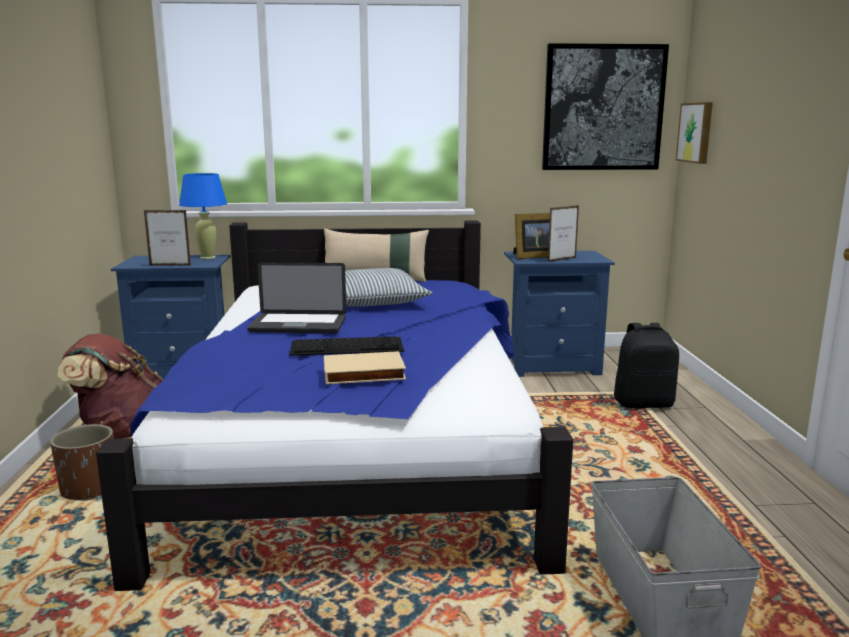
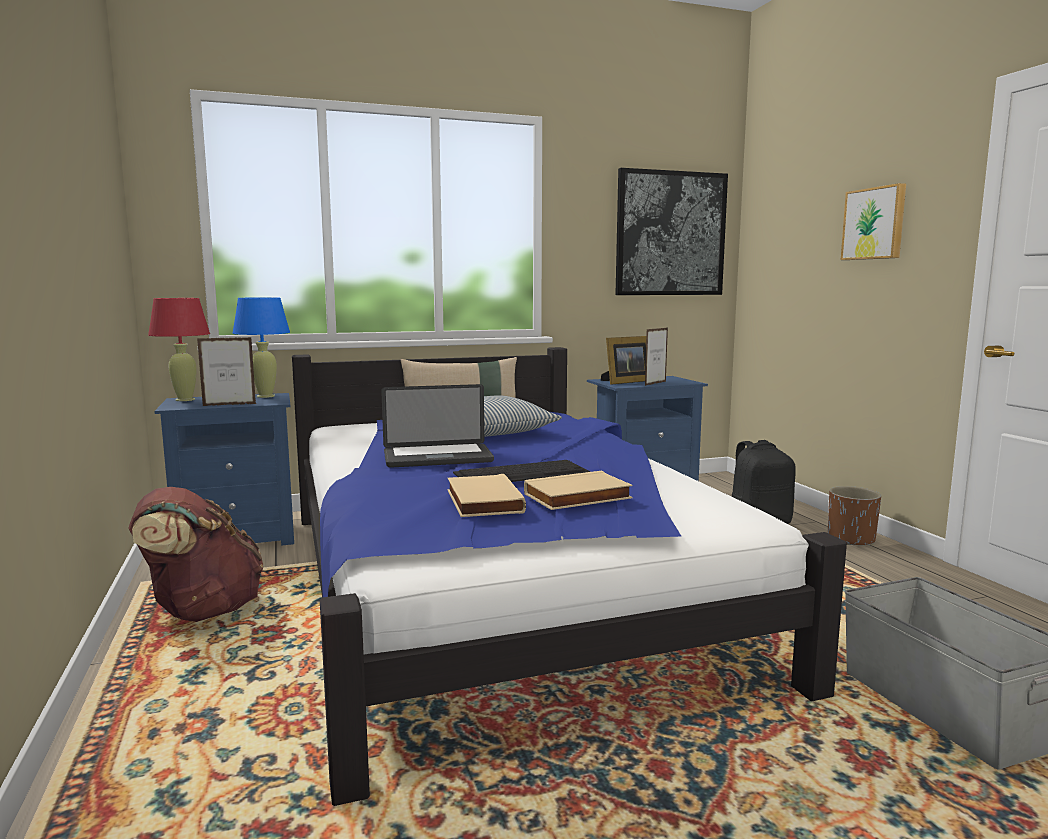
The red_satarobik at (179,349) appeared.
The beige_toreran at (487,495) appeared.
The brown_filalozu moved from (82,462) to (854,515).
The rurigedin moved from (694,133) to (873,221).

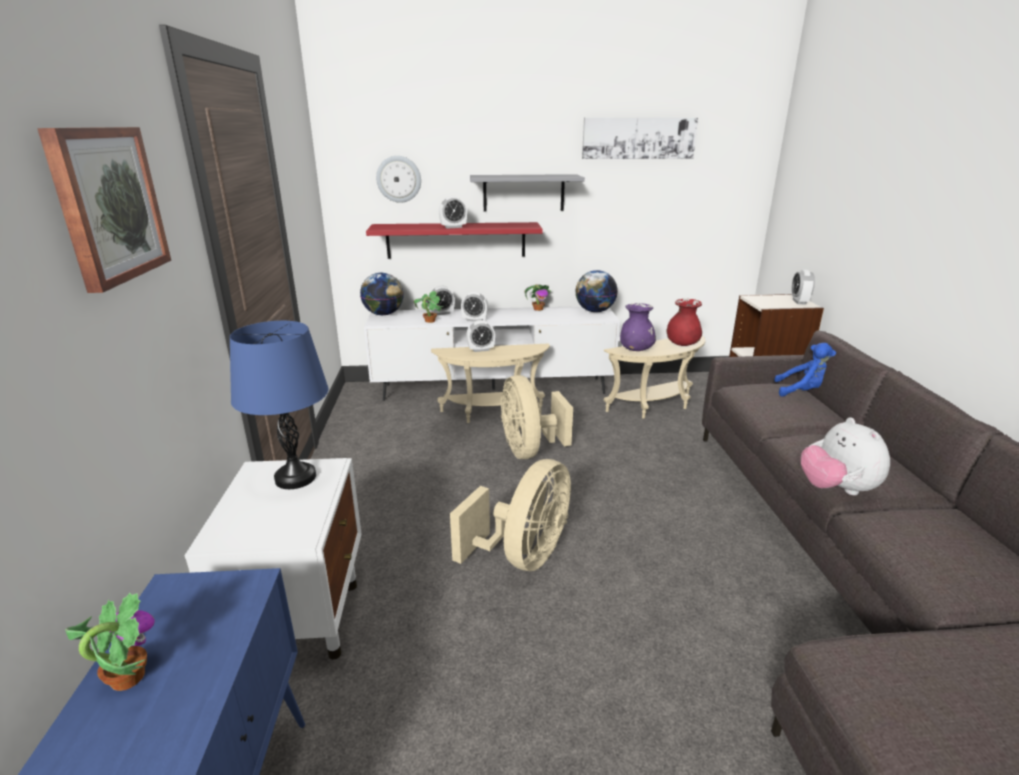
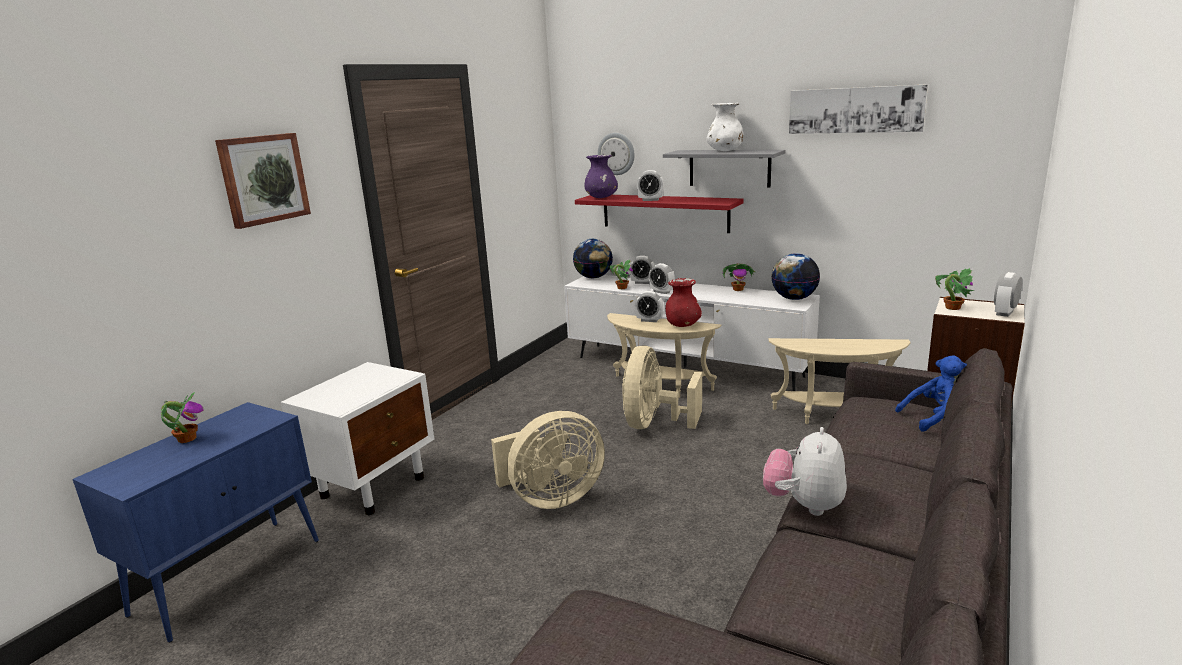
The blue_satarobik at (279,405) disappeared.
The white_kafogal at (724,127) appeared.
The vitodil at (955,289) appeared.
The purple_kafogal moved from (638,327) to (601,176).
The red_kafogal moved from (684,322) to (683,302).
The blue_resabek at (805,370) turned 60 degrees counterclockwise.

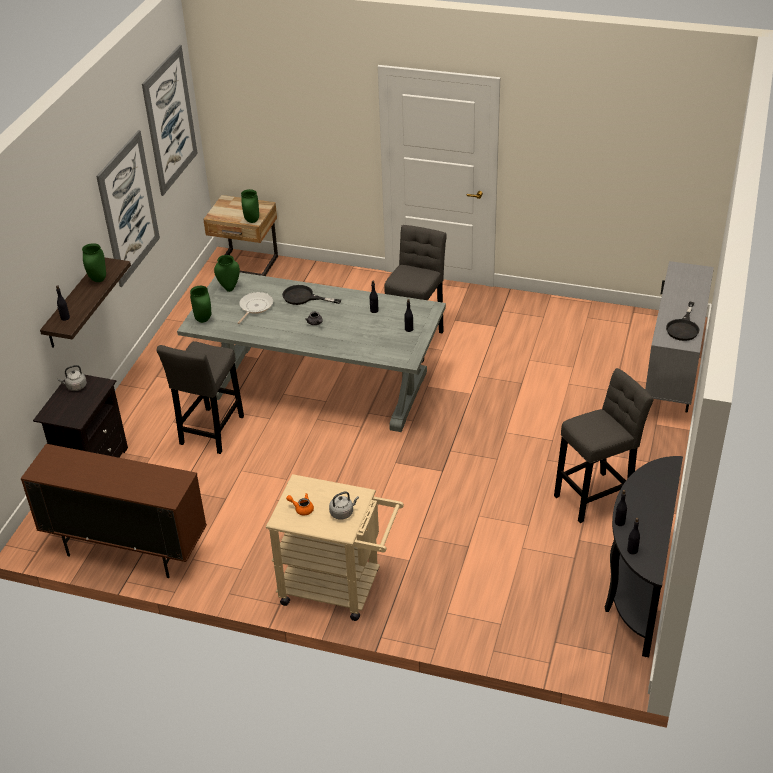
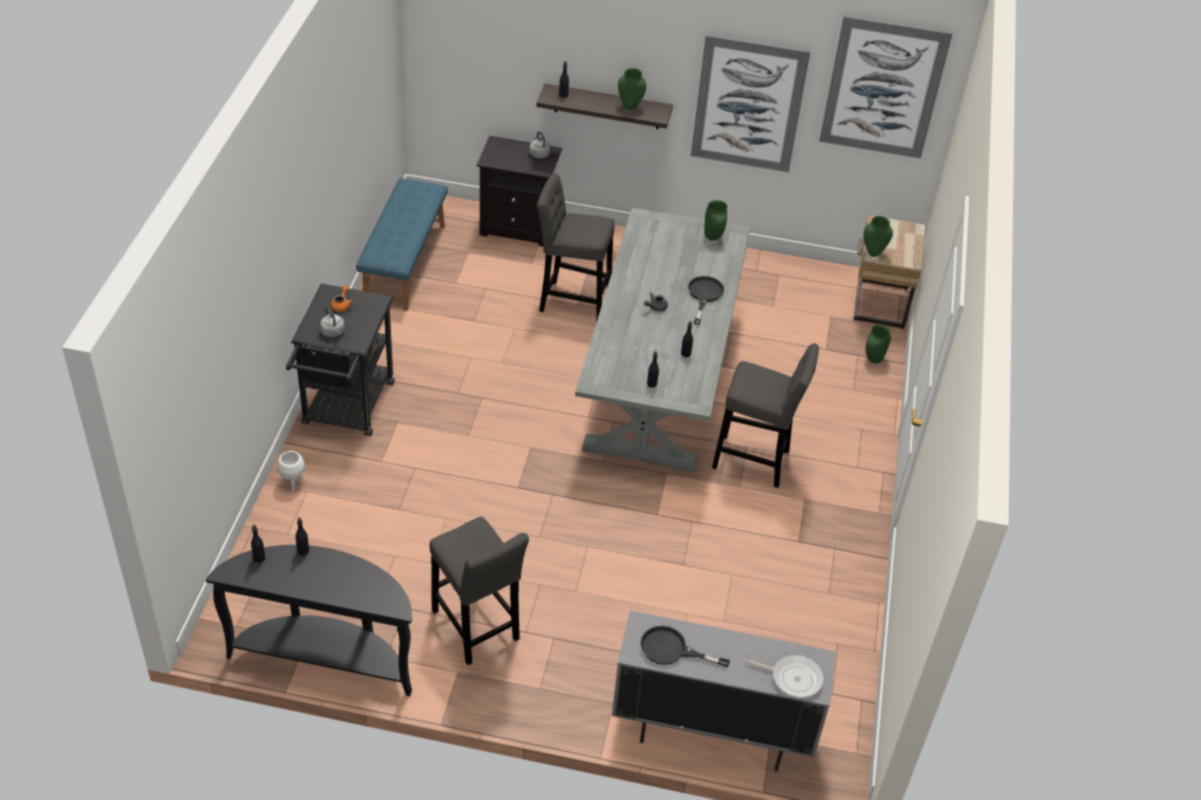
The white_filalozu at (291,471) appeared.
The green_kafogal moved from (200,304) to (878,344).
The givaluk moved from (255,308) to (785,676).
The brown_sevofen at (114,511) was replaced by the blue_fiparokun at (402,244).
The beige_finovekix at (335,547) became the black_finovekix at (340,360).

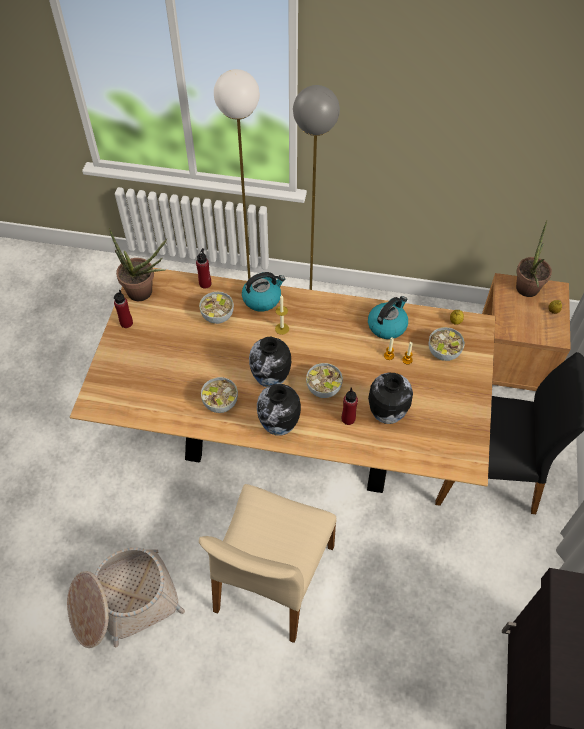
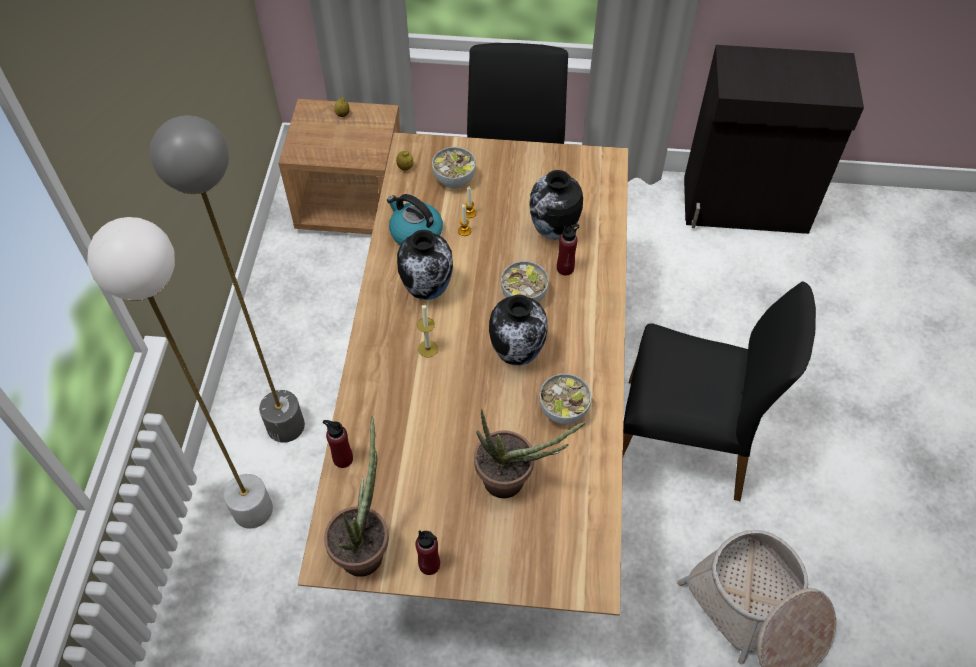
The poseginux at (216,308) disappeared.
The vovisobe at (263,291) disappeared.
The kafogal moved from (279,410) to (425,265).
The vitodil moved from (534,258) to (530,453).
The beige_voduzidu at (267,563) became the black_voduzidu at (719,391).

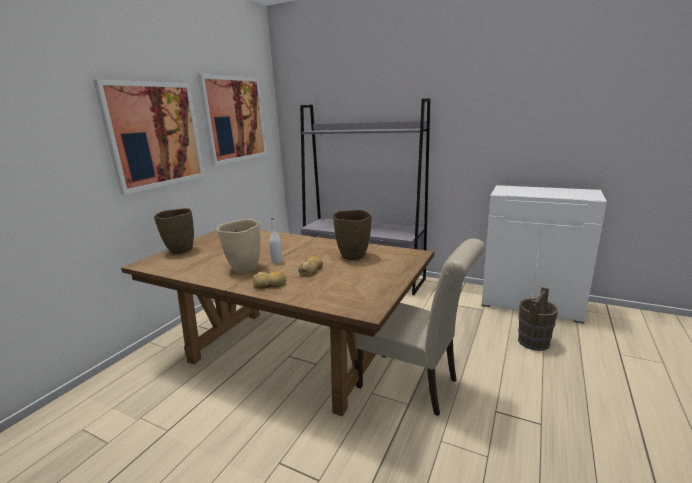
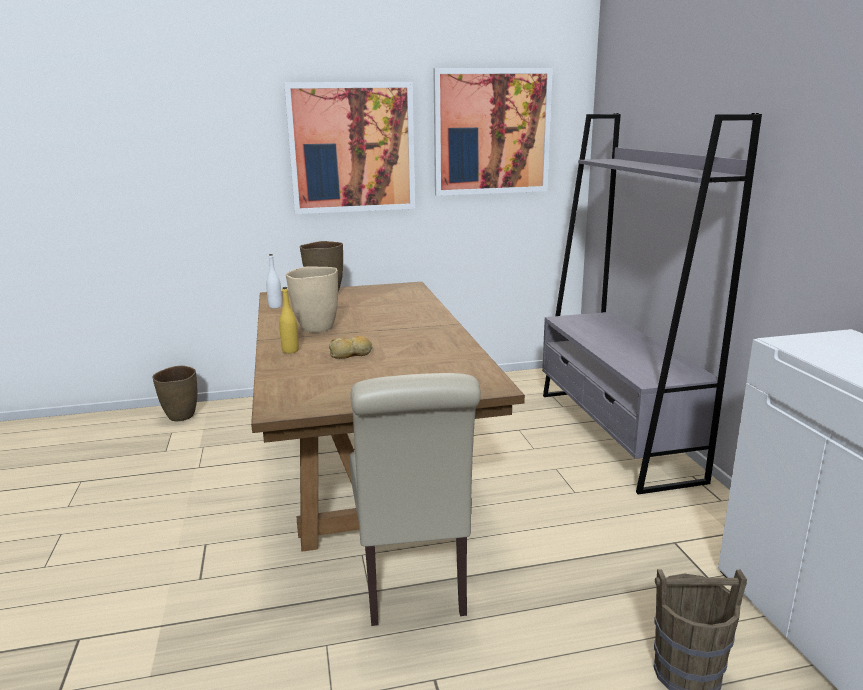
The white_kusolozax moved from (276,240) to (274,281).
The brown_kafogal moved from (352,235) to (174,393).
The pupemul at (270,280) was replaced by the yellow_kusolozax at (289,320).

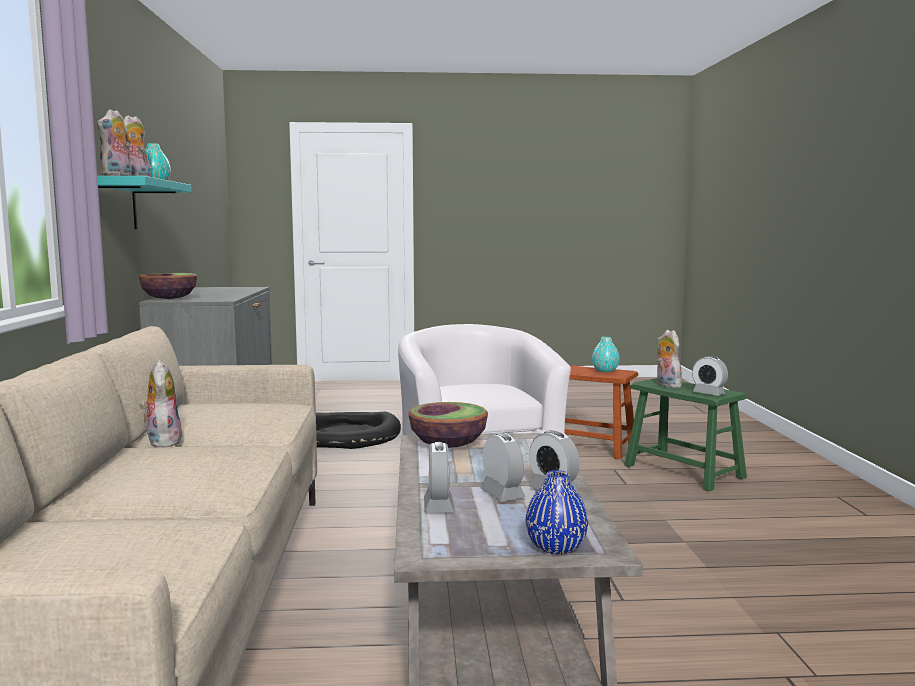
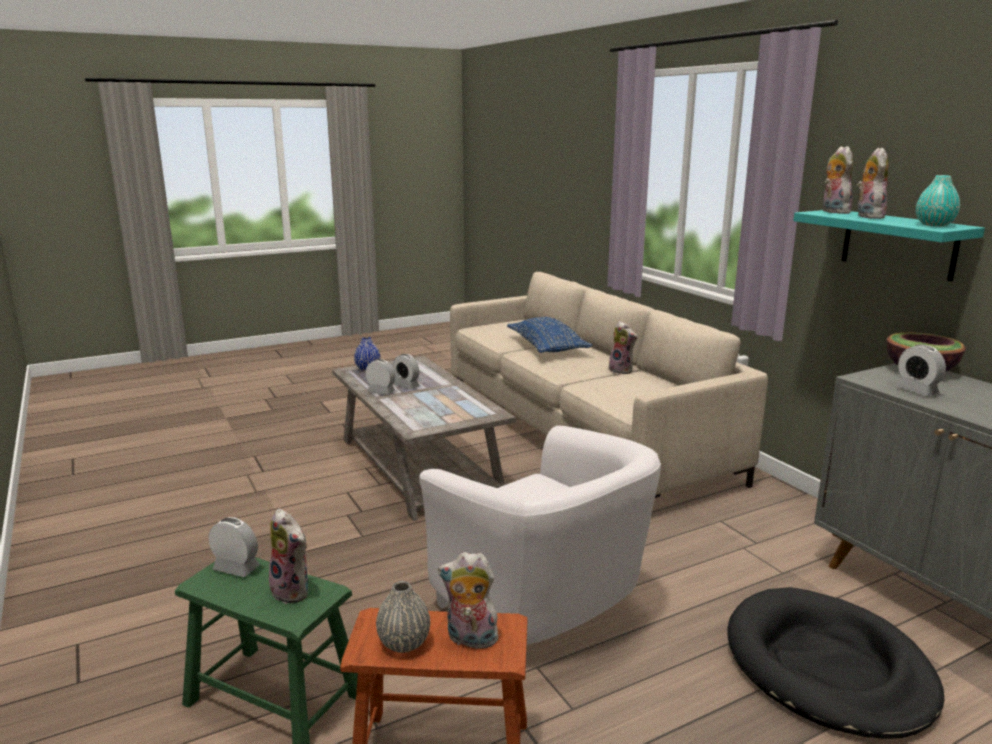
The poseginux at (448,425) disappeared.
The resabek at (468,600) appeared.
The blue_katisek at (549,335) appeared.
The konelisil moved from (439,477) to (921,370).
The turquoise_kafogal at (606,354) became the grey_kafogal at (403,617).

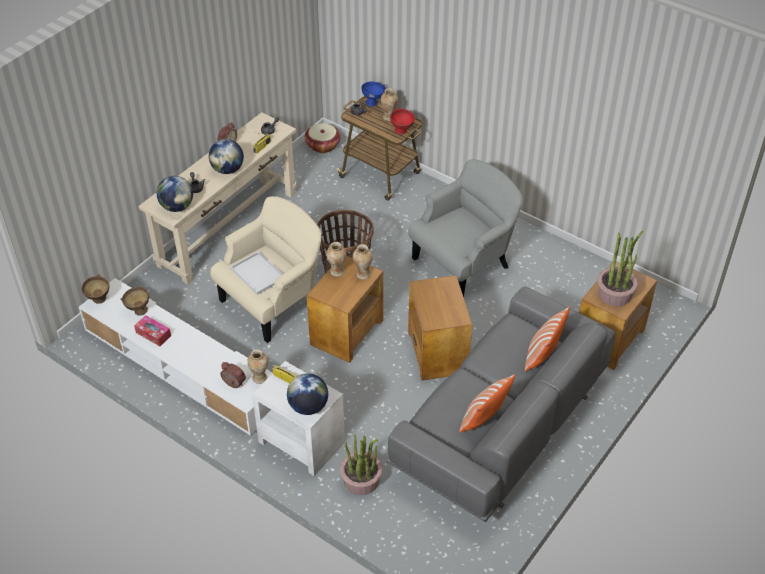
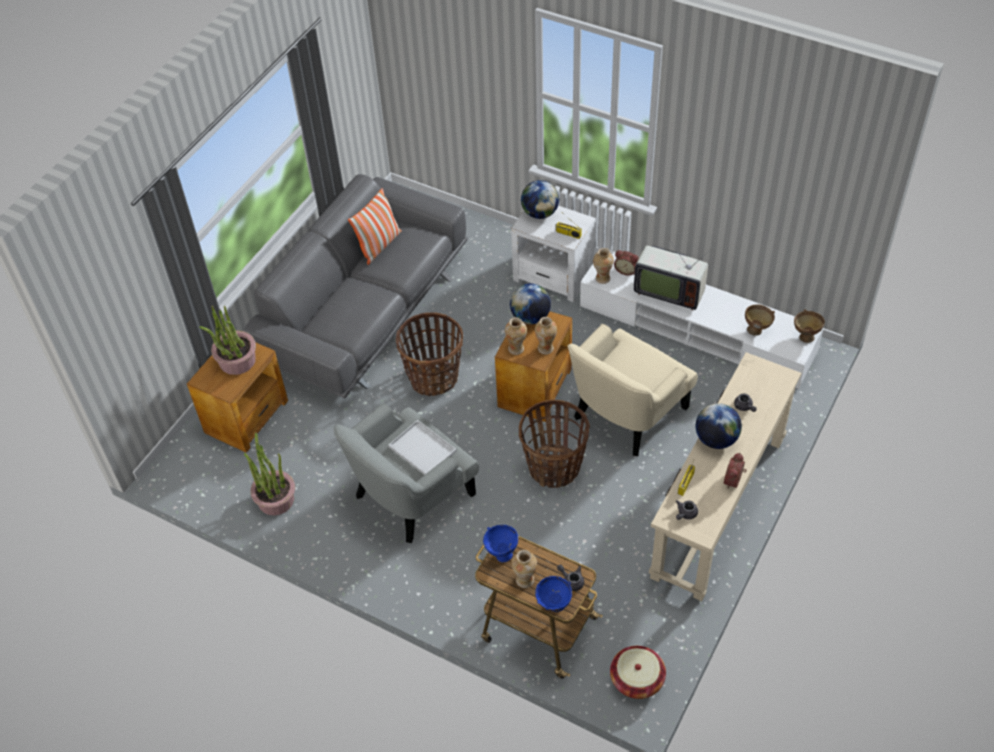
The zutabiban at (152,330) disappeared.
The katisek at (547,339) disappeared.
The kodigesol at (672,274) appeared.
The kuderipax moved from (175,194) to (530,304).
The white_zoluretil moved from (256,273) to (422,447).
The vitodil moved from (361,464) to (269,474).
The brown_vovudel at (440,328) was replaced by the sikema at (429,354).
The red_poseginux at (402,121) became the blue_poseginux at (500,543).

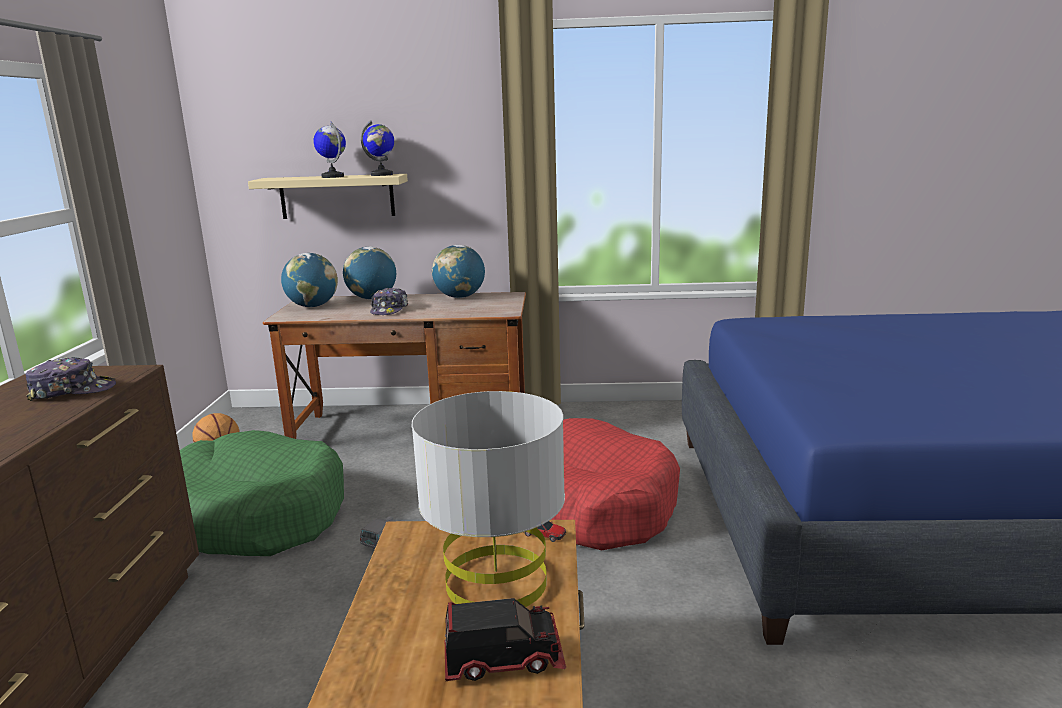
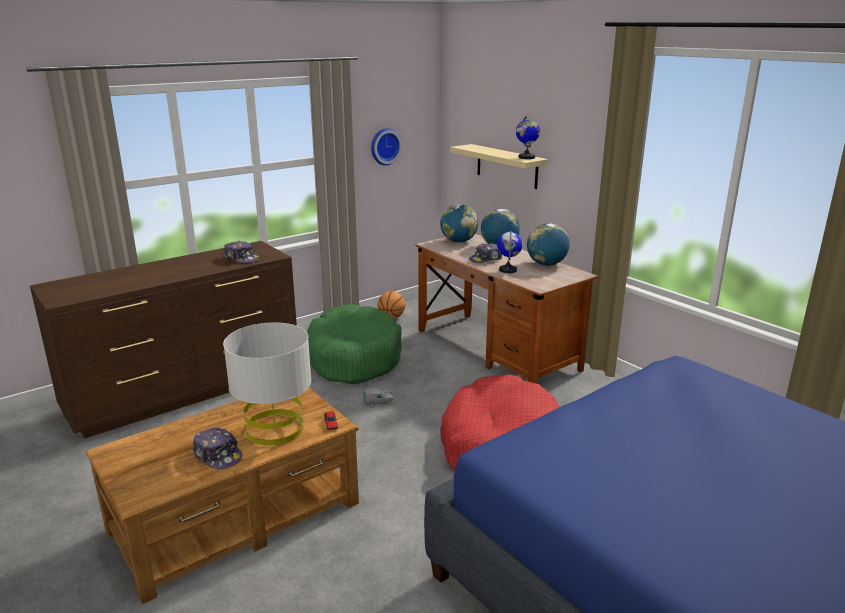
The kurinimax at (386,146) appeared.
The kuderipax moved from (329,150) to (510,252).
The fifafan at (505,639) was replaced by the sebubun at (217,448).

